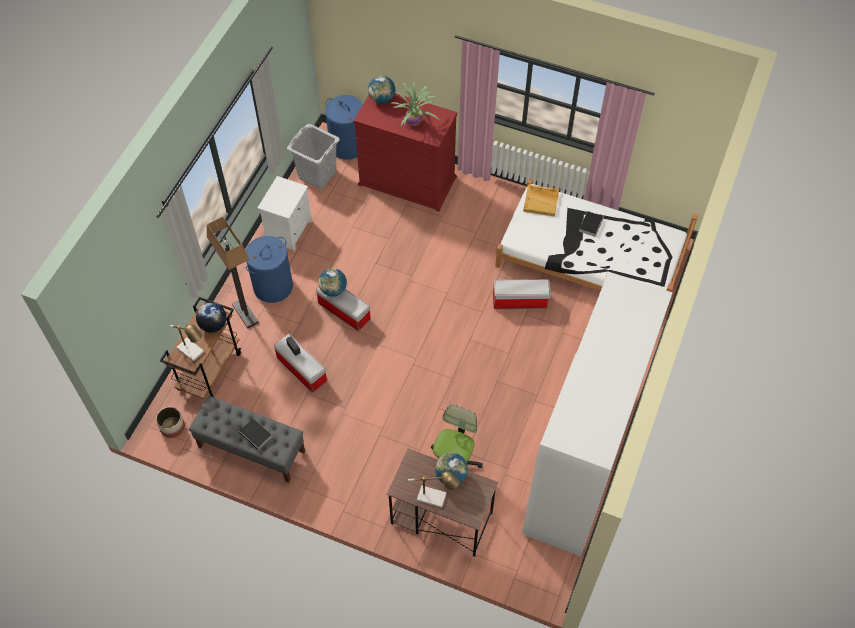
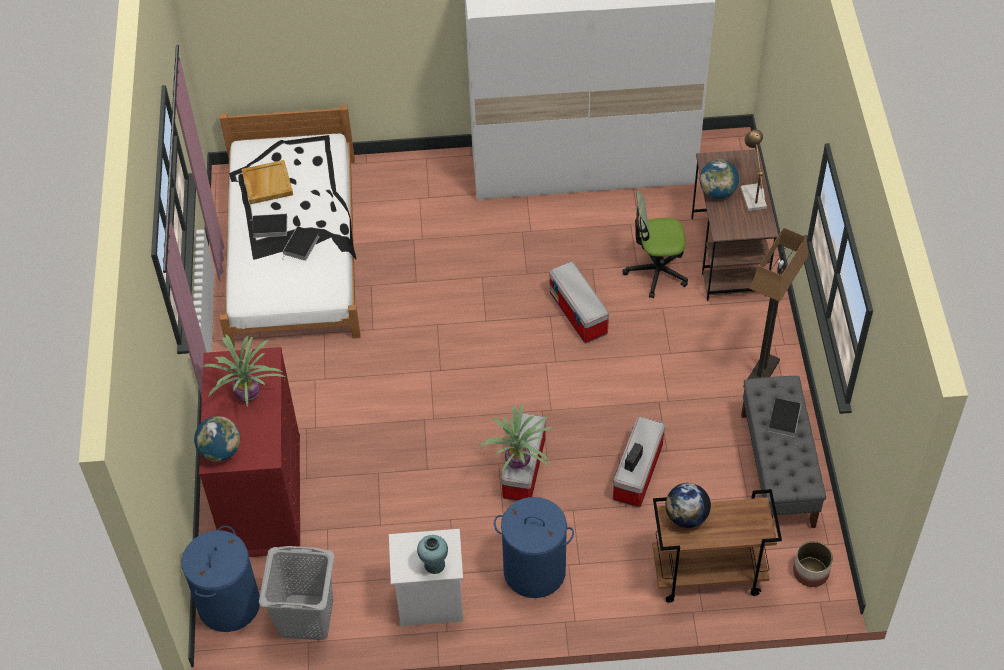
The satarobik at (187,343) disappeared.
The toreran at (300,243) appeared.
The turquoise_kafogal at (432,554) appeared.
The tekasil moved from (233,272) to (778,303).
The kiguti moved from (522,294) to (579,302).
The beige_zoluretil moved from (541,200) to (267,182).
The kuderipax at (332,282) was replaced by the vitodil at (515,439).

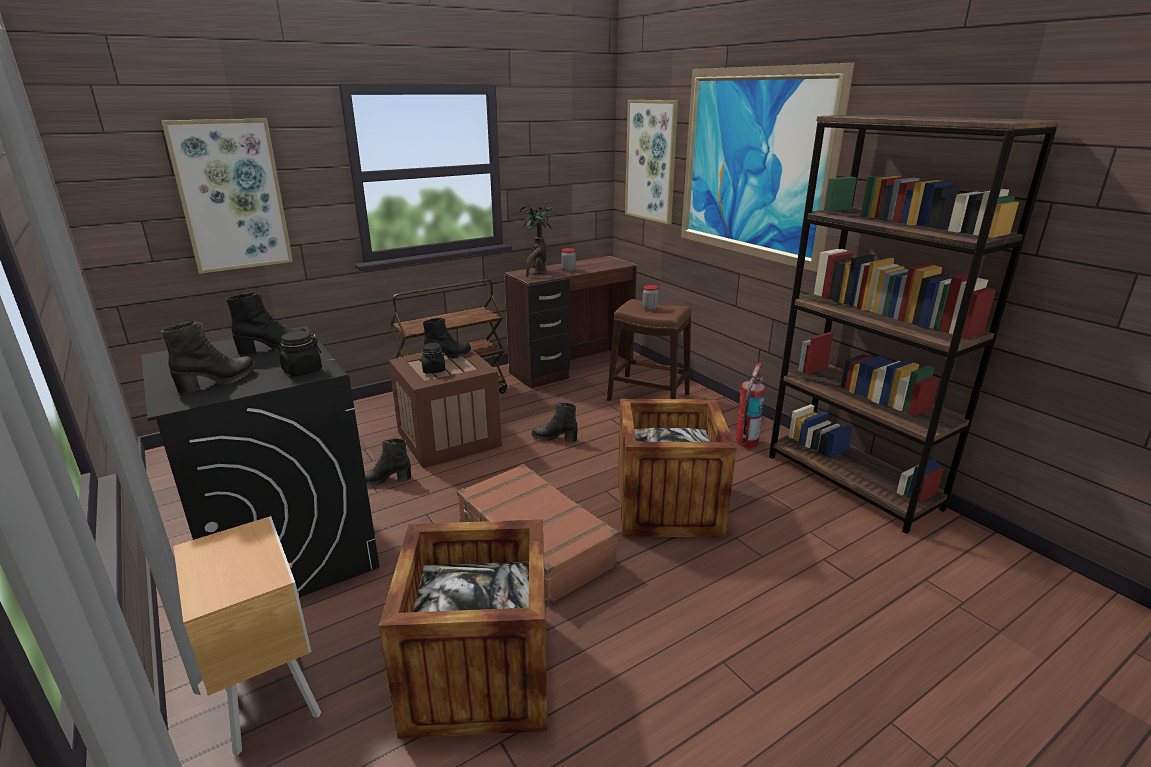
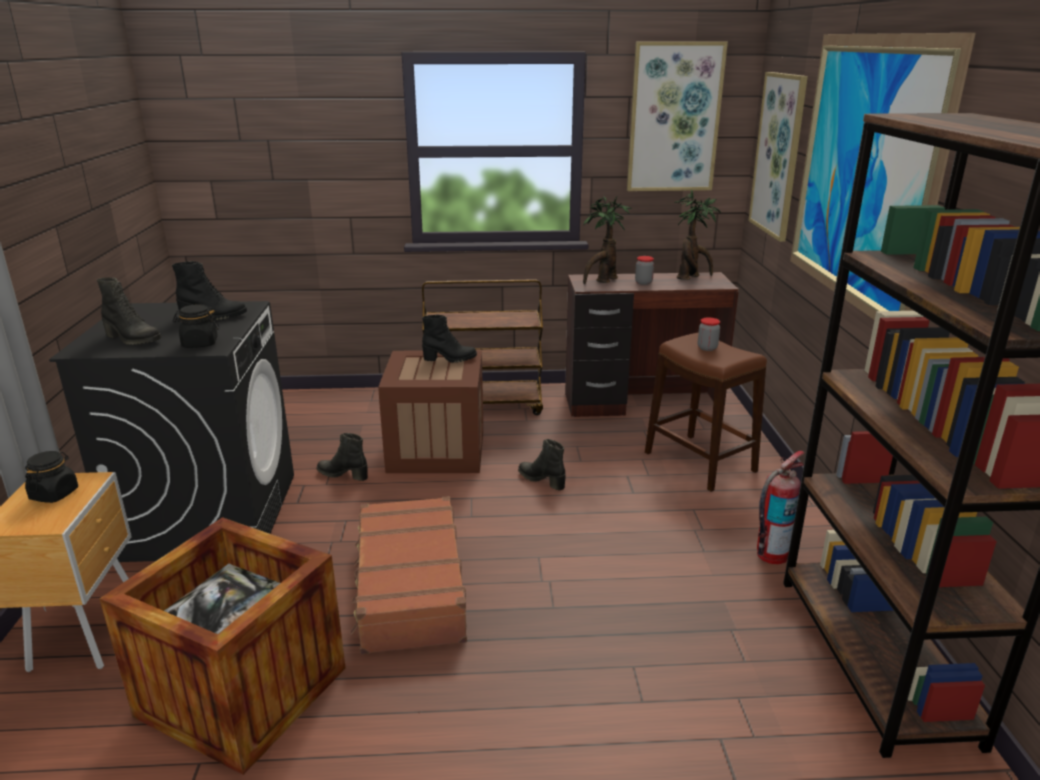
The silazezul at (677,468) disappeared.
The vitodil at (697,234) appeared.
The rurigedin moved from (227,196) to (677,116).
The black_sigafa moved from (433,358) to (51,477).
The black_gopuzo at (208,357) turned 45 degrees clockwise.

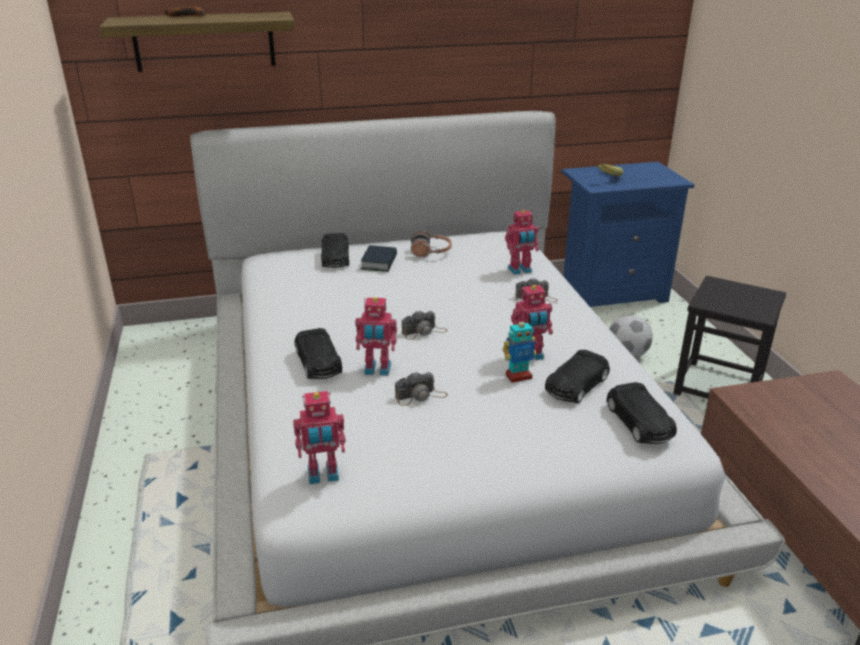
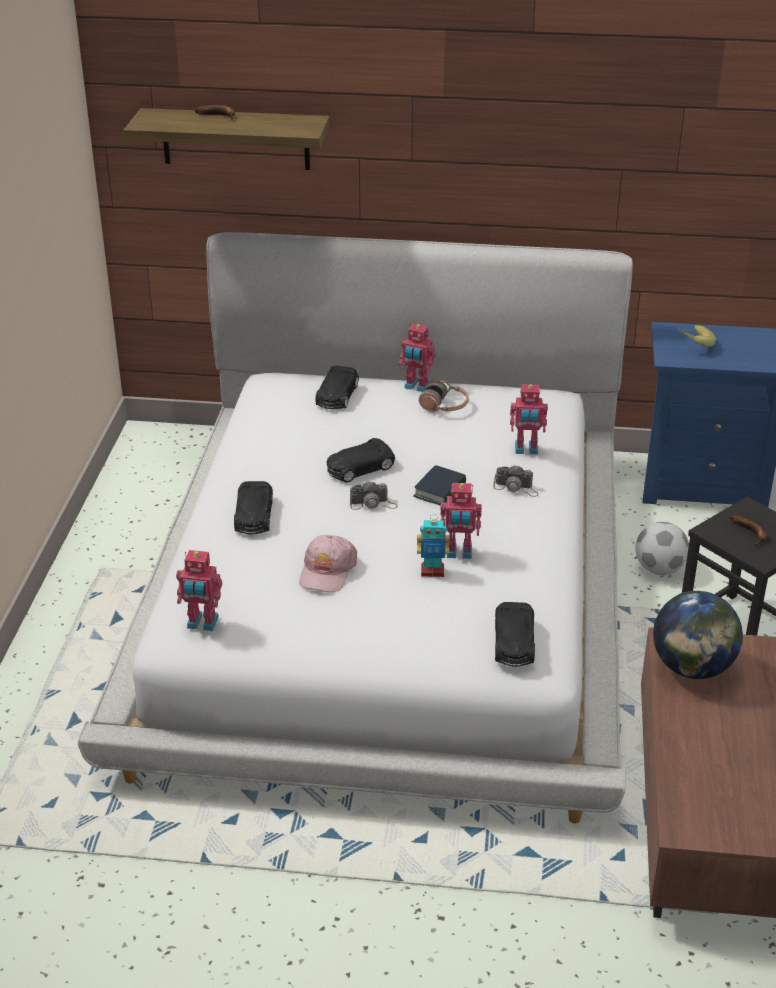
The kuderipax at (698,635) appeared.
The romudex at (748,530) appeared.
The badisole moved from (376,336) to (417,358).
The toreran moved from (378,258) to (439,485).
The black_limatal moved from (577,376) to (361,460).
The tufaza at (421,389) was replaced by the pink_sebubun at (328,563).

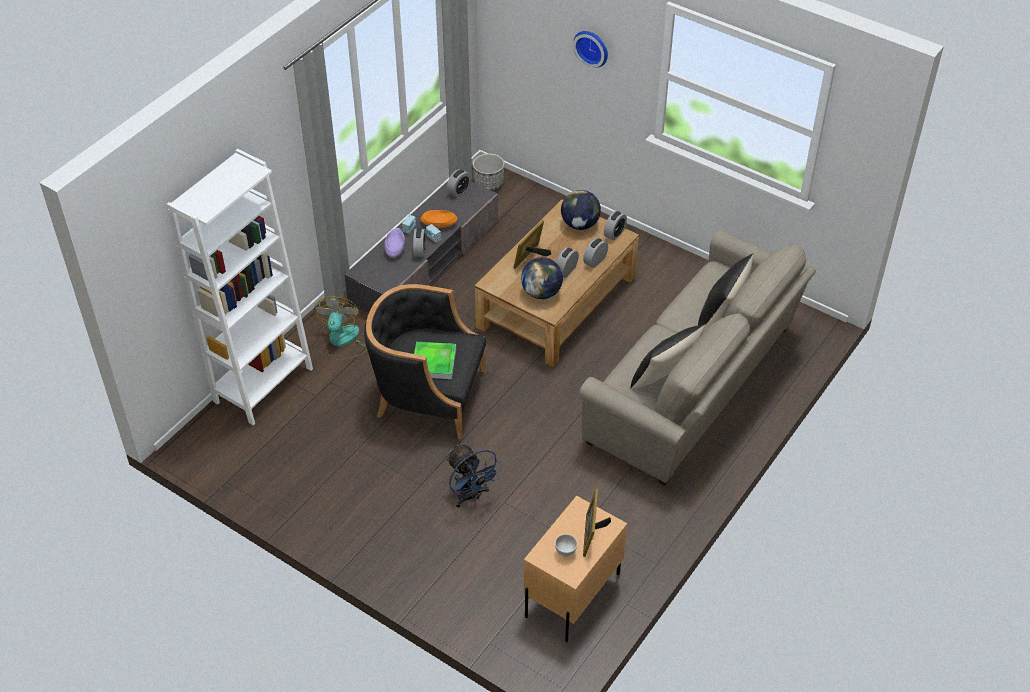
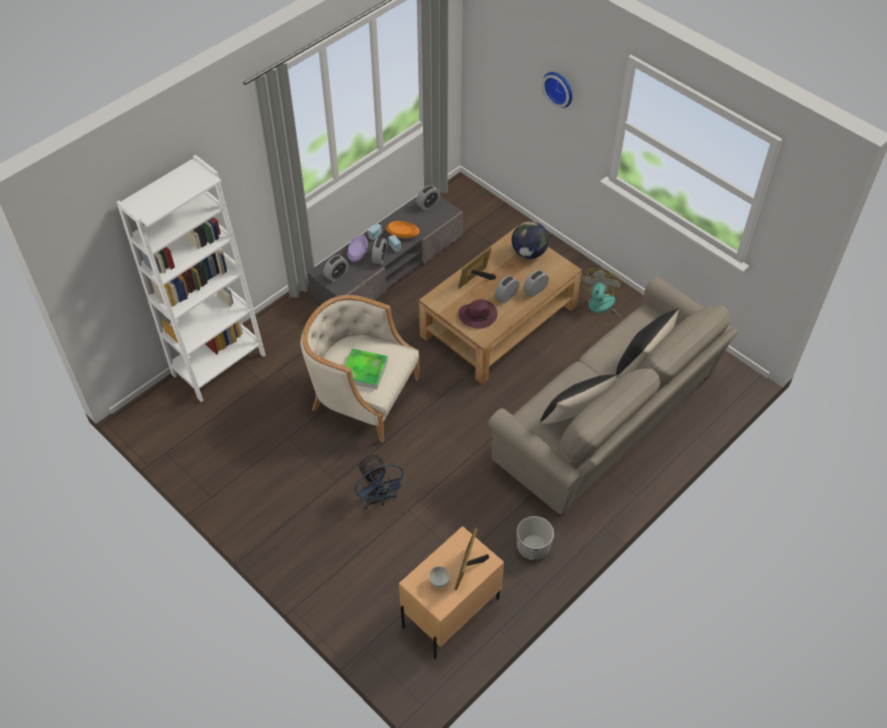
The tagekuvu moved from (340,327) to (601,296).
The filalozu moved from (488,172) to (535,538).
The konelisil moved from (615,226) to (336,268).
The kuderipax at (542,278) was replaced by the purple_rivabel at (478,314).
The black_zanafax at (425,362) became the beige_zanafax at (360,369).

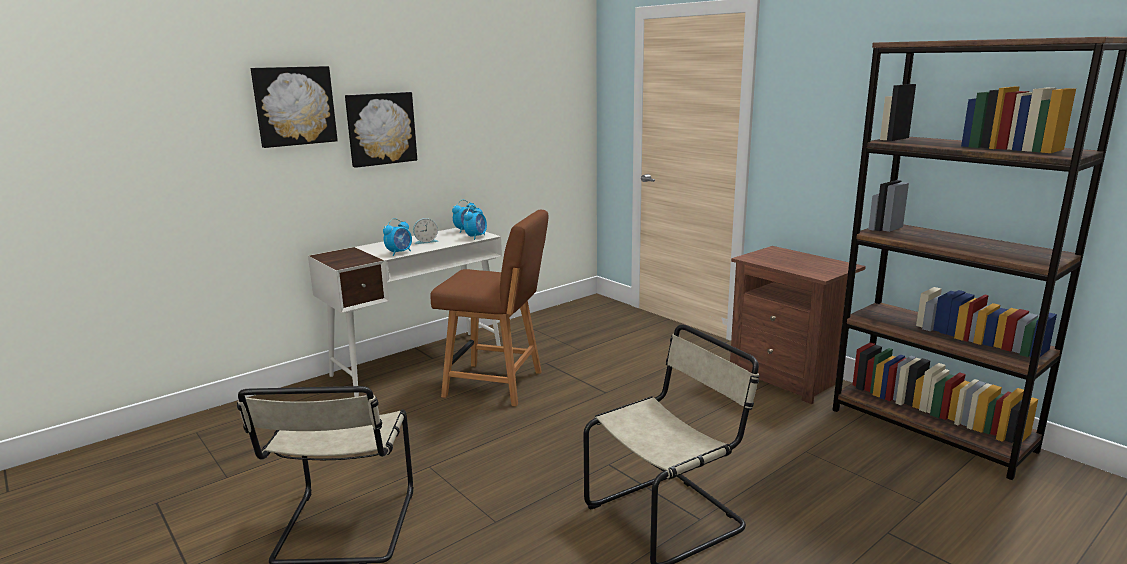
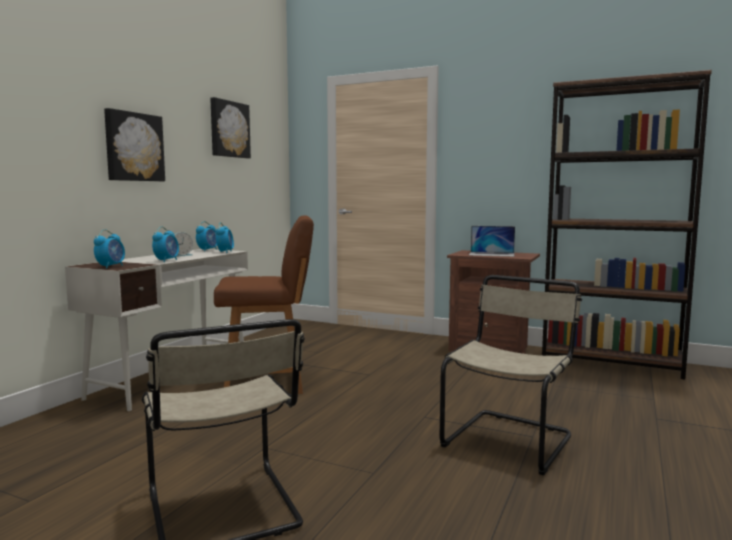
The konelisil at (109,249) appeared.
The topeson at (492,241) appeared.
The rurigedin moved from (294,107) to (230,127).

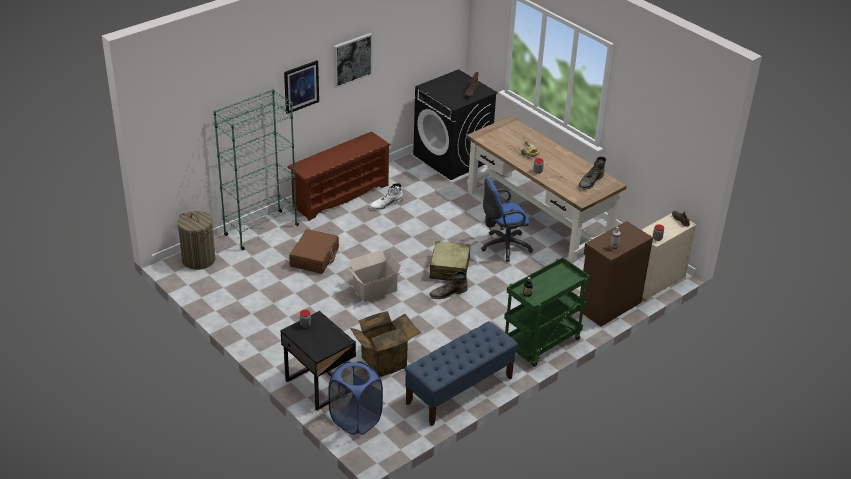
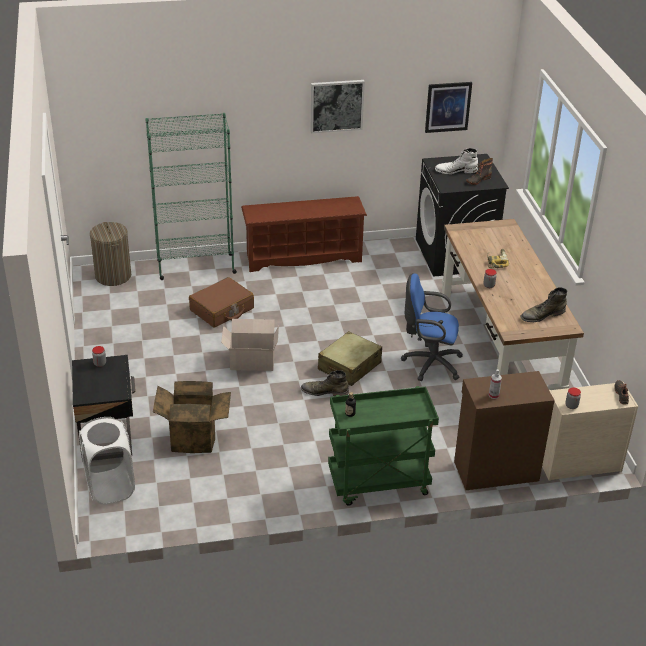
The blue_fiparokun at (461,373) disappeared.
The rurigedin moved from (301,87) to (448,107).
The white_gopuzo moved from (386,196) to (456,161).
The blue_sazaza at (355,398) became the white_sazaza at (107,461).

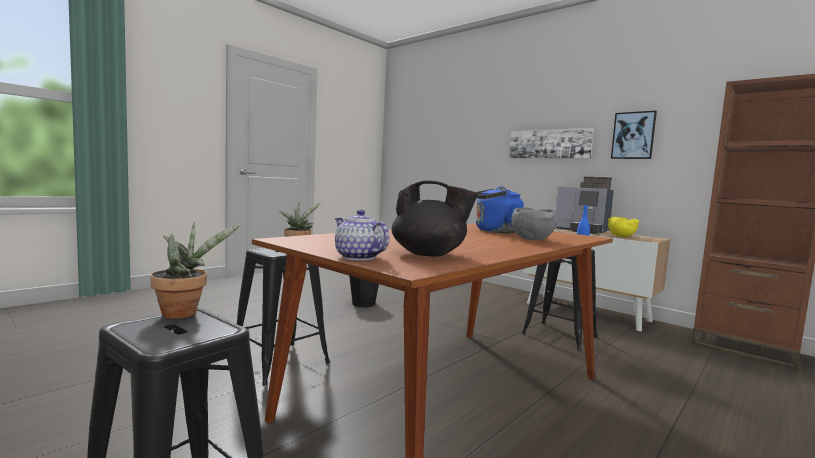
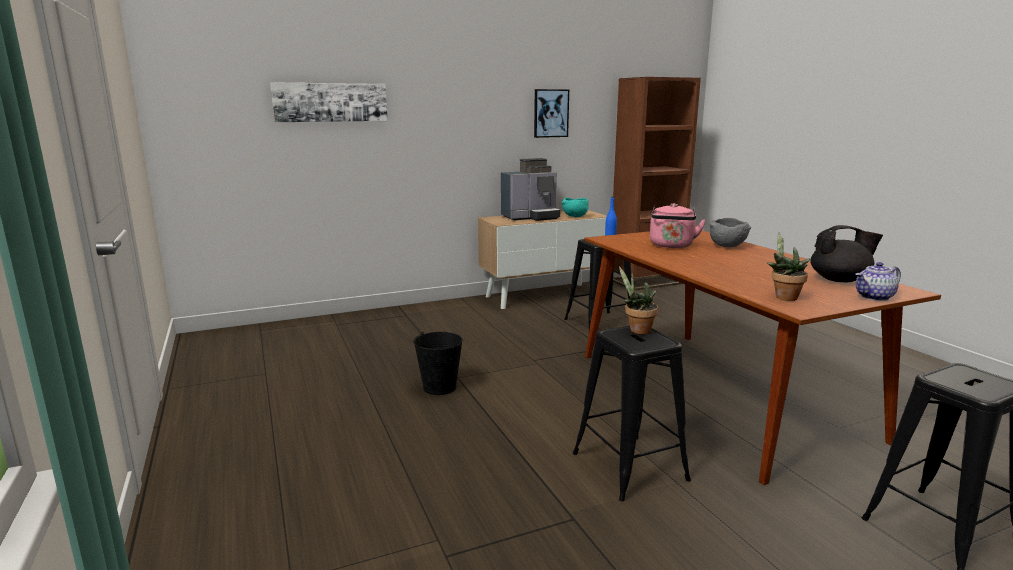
The vitodil moved from (195,270) to (788,266).
The rurigedin moved from (551,143) to (329,102).
The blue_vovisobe at (500,209) became the pink_vovisobe at (678,225).
The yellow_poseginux at (623,227) became the turquoise_poseginux at (575,207).
The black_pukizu at (435,219) turned 60 degrees clockwise.

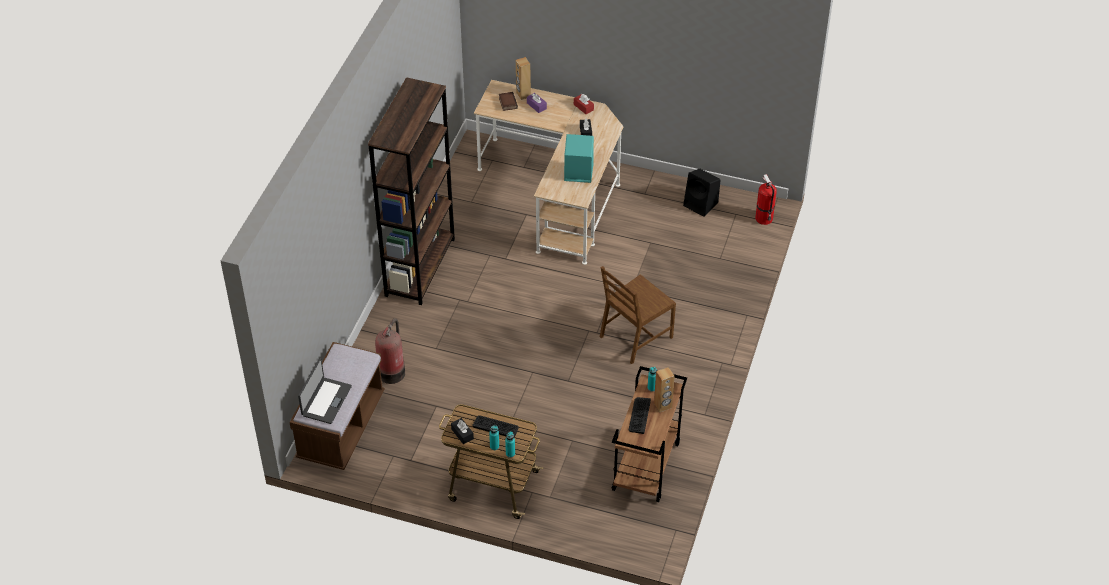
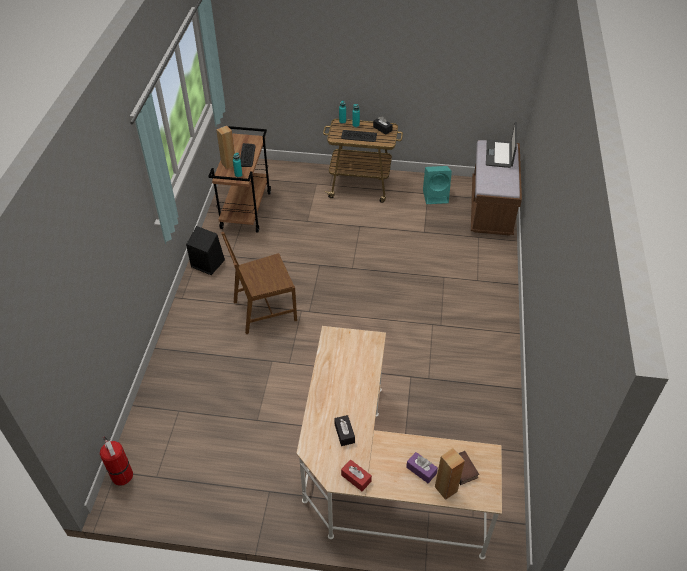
The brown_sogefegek at (411,191) disappeared.
The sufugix at (390,351) disappeared.
The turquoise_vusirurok moved from (579,158) to (437,185).
The black_vusirurok moved from (702,192) to (205,250).
The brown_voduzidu at (638,315) turned 150 degrees counterclockwise.

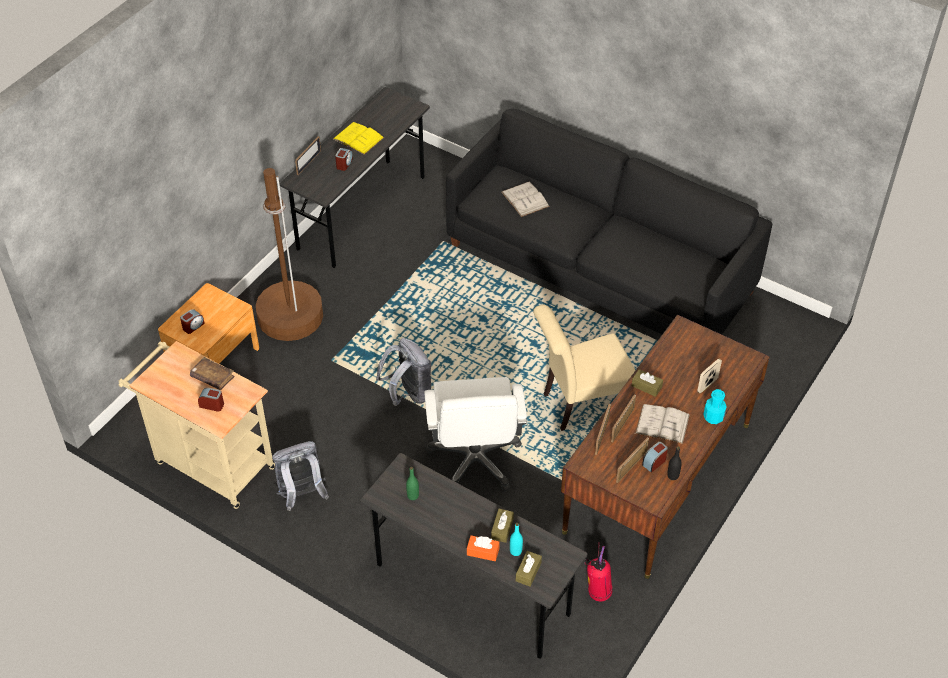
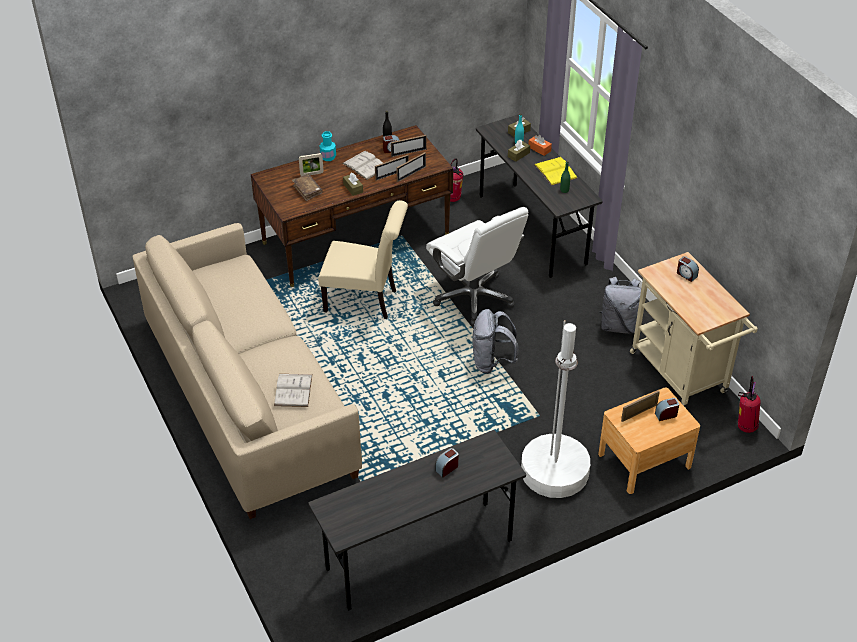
The sufugix at (749,404) appeared.
The brown_toreran moved from (212,373) to (307,187).
The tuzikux moved from (308,155) to (640,406).
The yellow_toreran moved from (358,138) to (555,171).
The brown_tekasil at (289,254) became the white_tekasil at (555,409).
The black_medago at (609,221) became the beige_medago at (247,371).
The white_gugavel at (475,434) turned 120 degrees clockwise.

